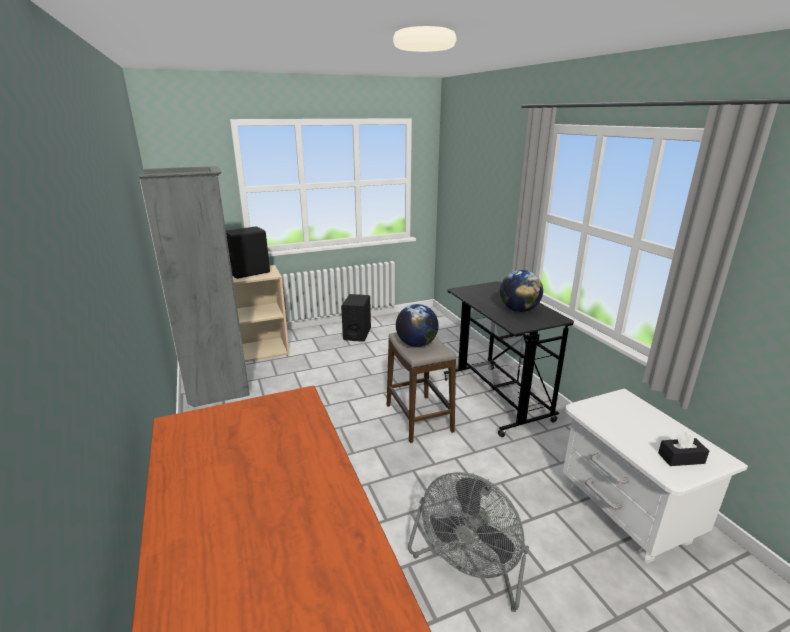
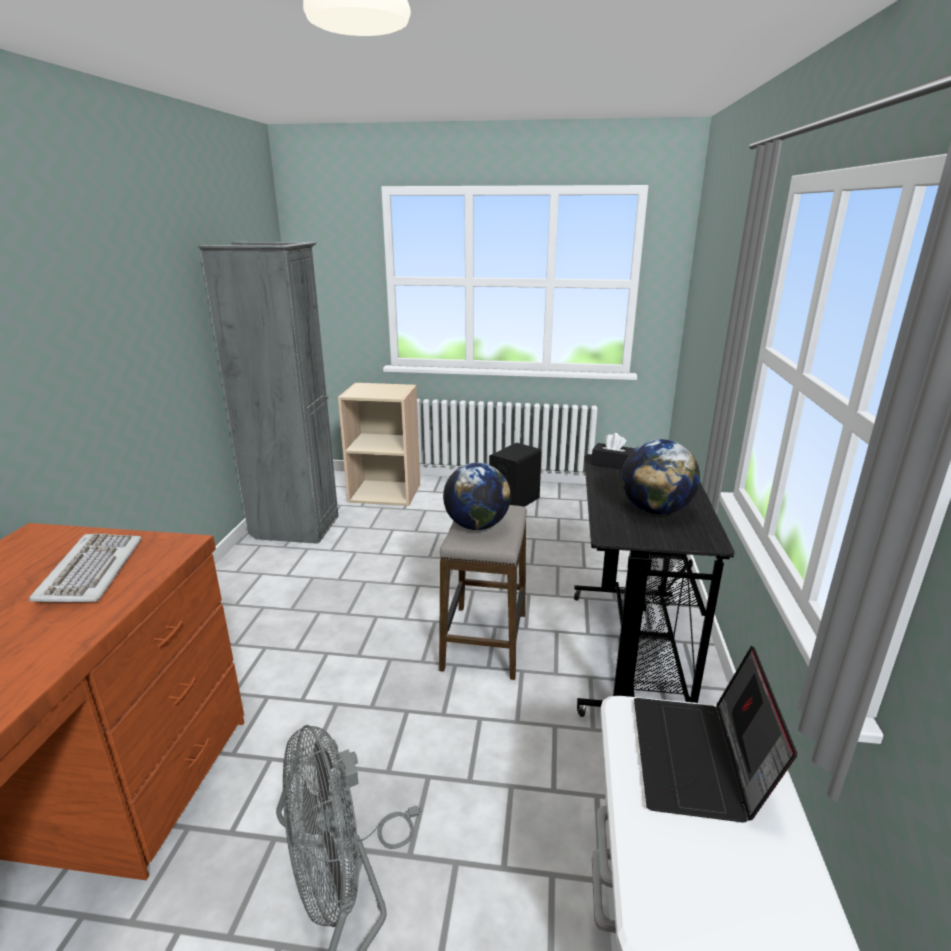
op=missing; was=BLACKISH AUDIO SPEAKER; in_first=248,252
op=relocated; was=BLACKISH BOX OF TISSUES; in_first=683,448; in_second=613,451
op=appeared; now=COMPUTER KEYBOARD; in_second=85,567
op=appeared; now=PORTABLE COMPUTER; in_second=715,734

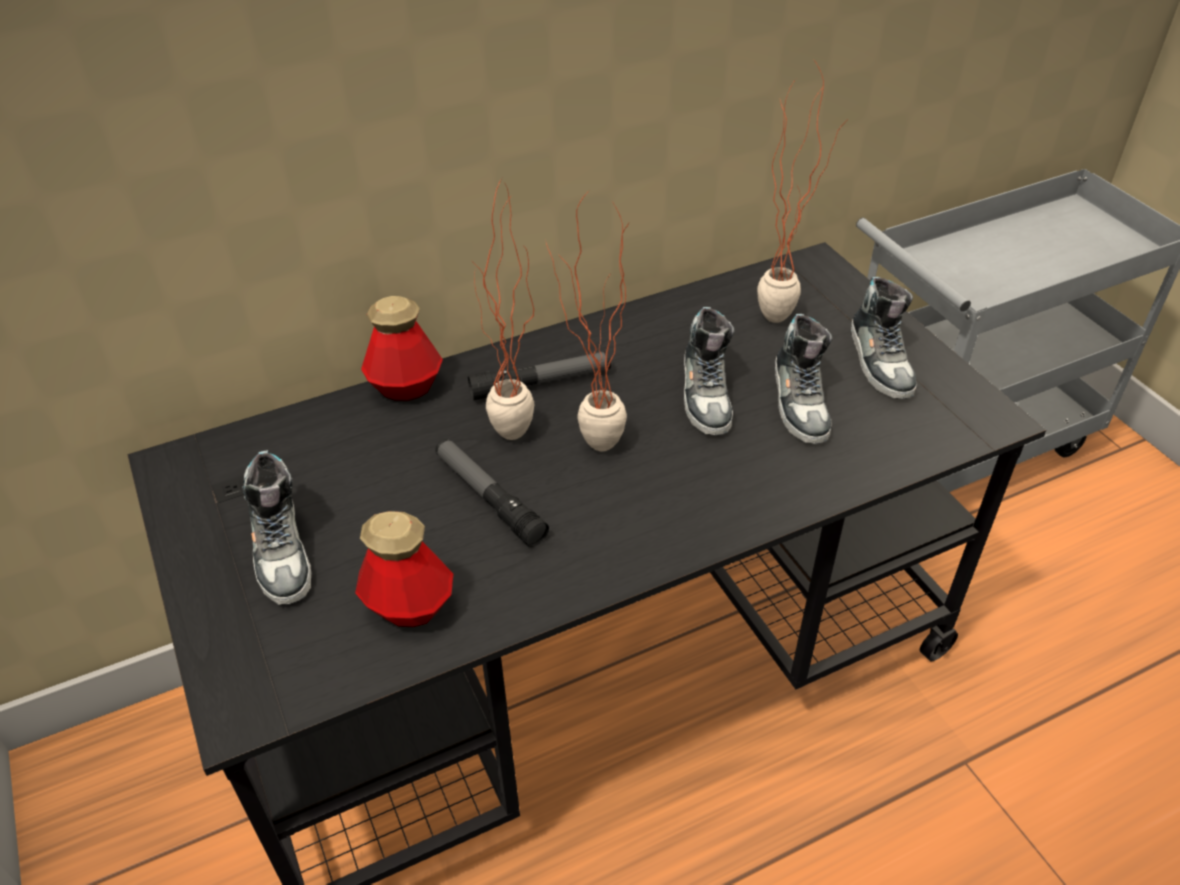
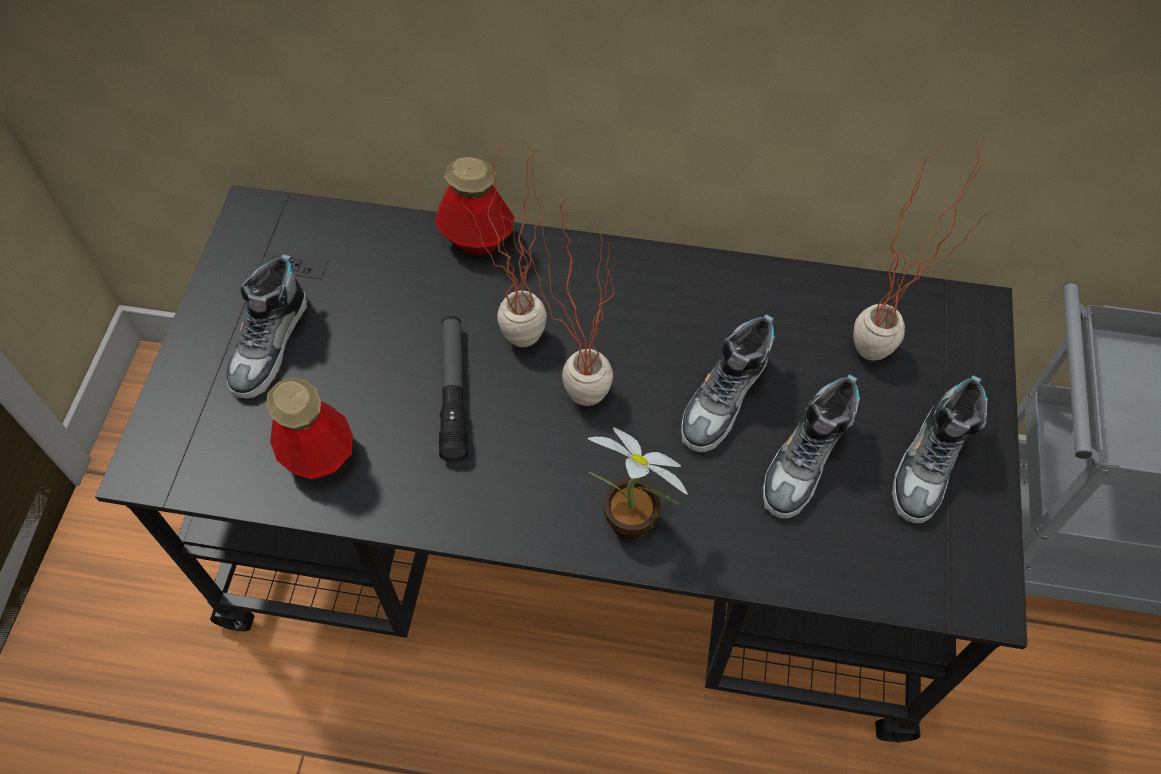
op=missing; was=TORCH; in_first=539,376
op=appeared; now=HOUSEPLANT; in_second=637,483

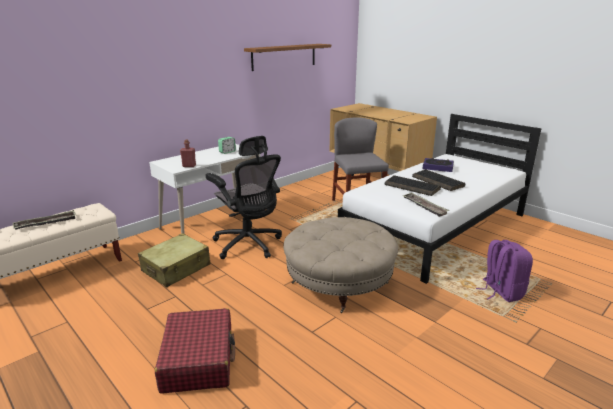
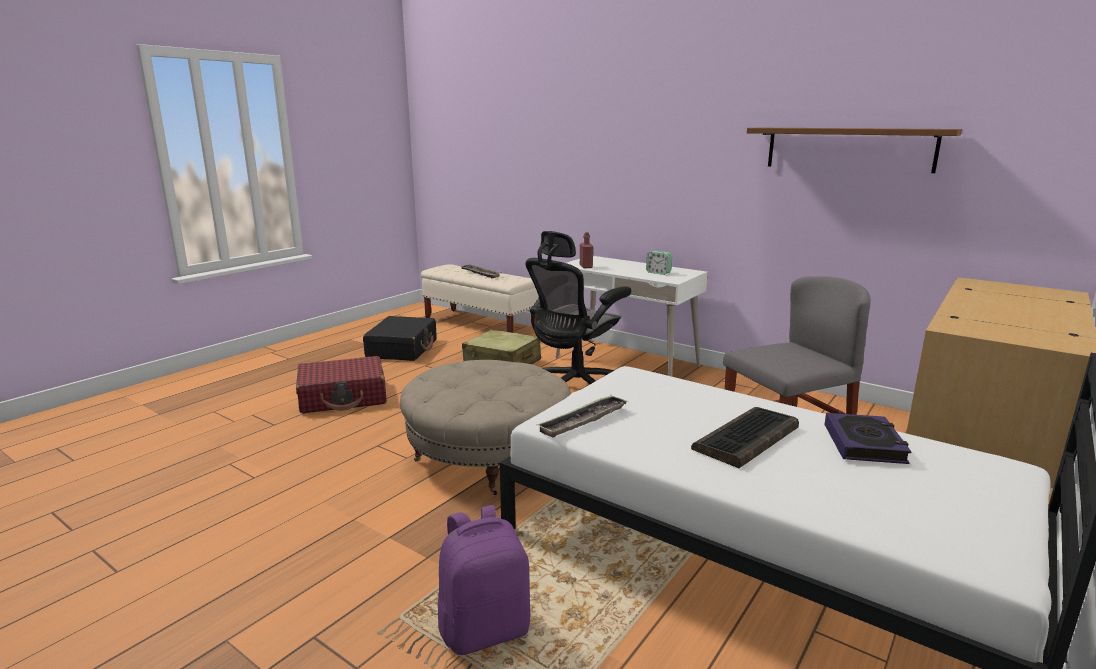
op=missing; was=COMPUTER KEYBOARD; in_first=412,185
op=appeared; now=BLACKISH SUITCASE; in_second=399,338

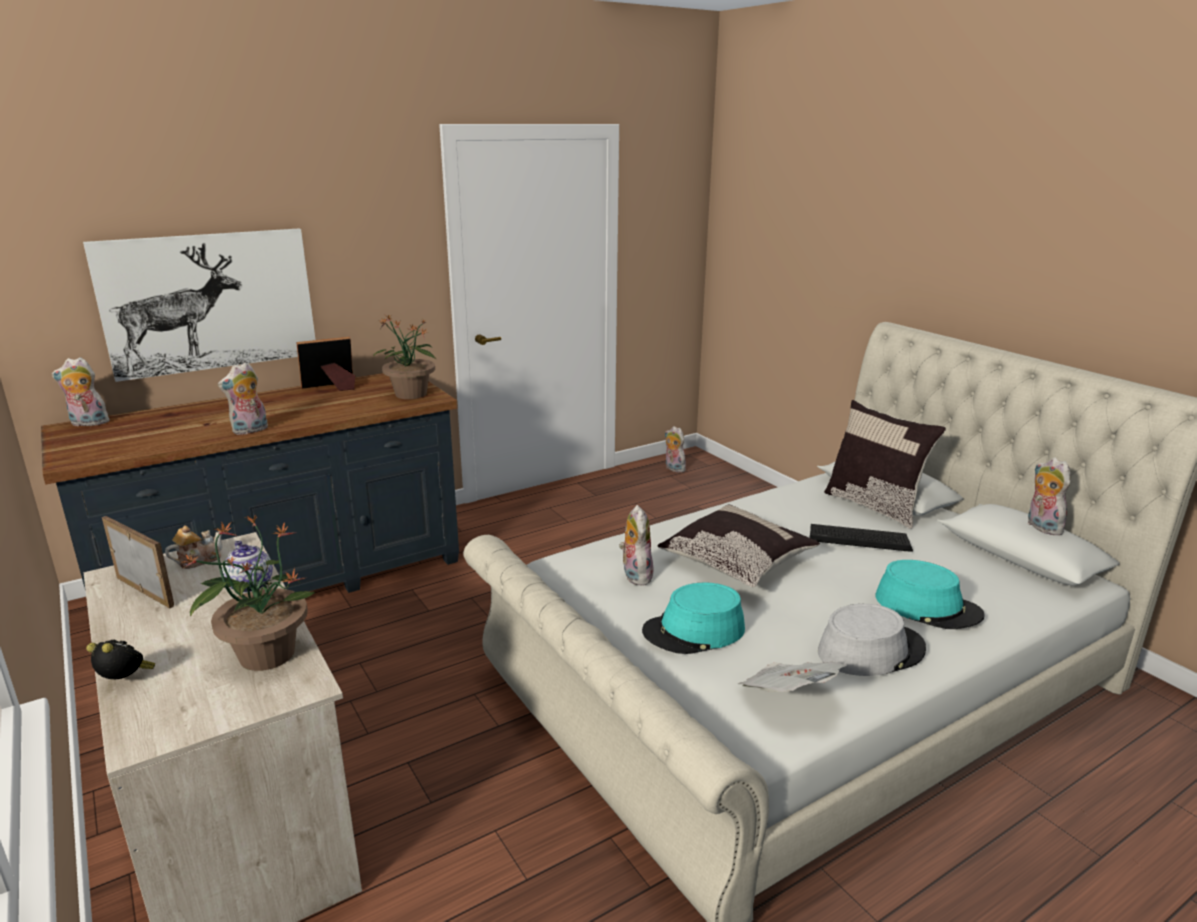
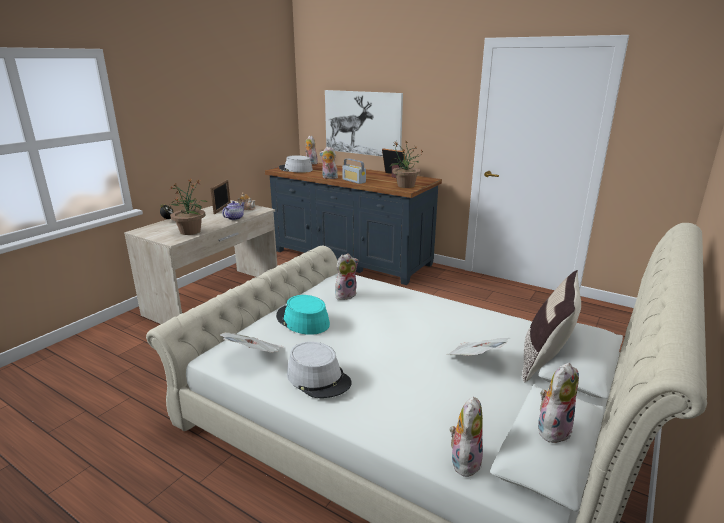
op=missing; was=CUSHION; in_first=739,546
op=relocated; was=SOFT TOY; in_first=675,449; in_second=466,437
op=exchanged; was=COMPUTER KEYBOARD; now=NEWSPAPER; in_first=861,538; in_second=478,346
op=missing; was=BLUE-GREEN CLOTHING HAT; in_first=929,594
op=appeared; now=GREY CLOTHING HAT; in_second=296,164
op=appeared; now=RADIO; in_second=354,171

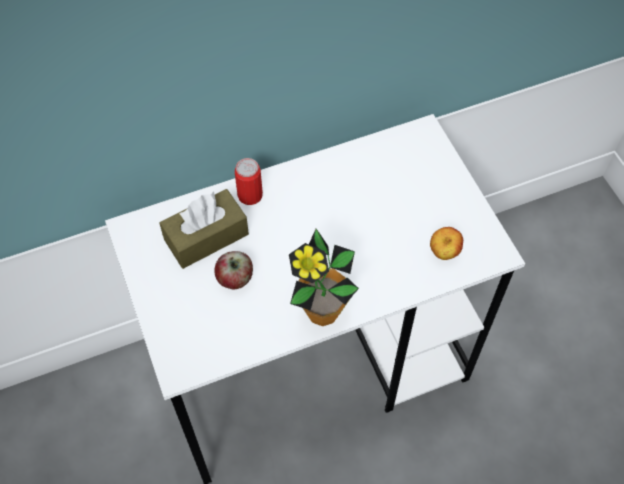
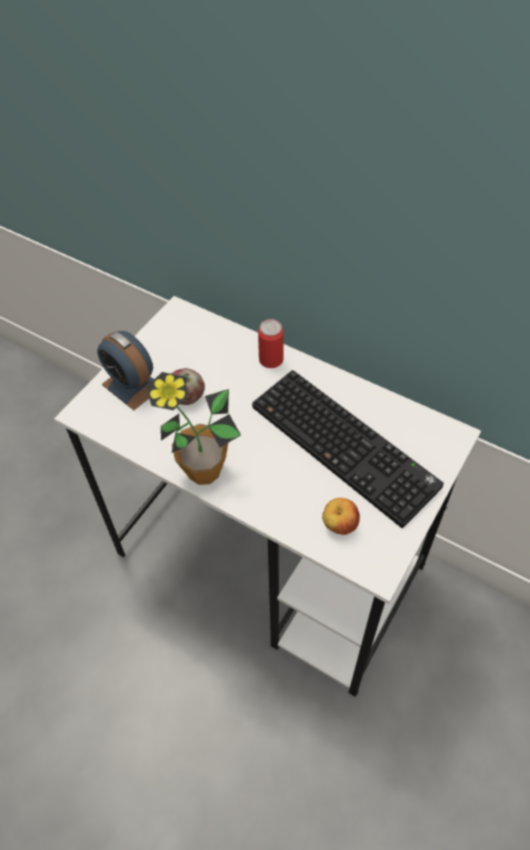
op=missing; was=BROWNISH BOX OF TISSUES; in_first=204,229
op=appeared; now=BEDSIDE CLOCK; in_second=125,370
op=appeared; now=COMPUTER KEYBOARD; in_second=348,449

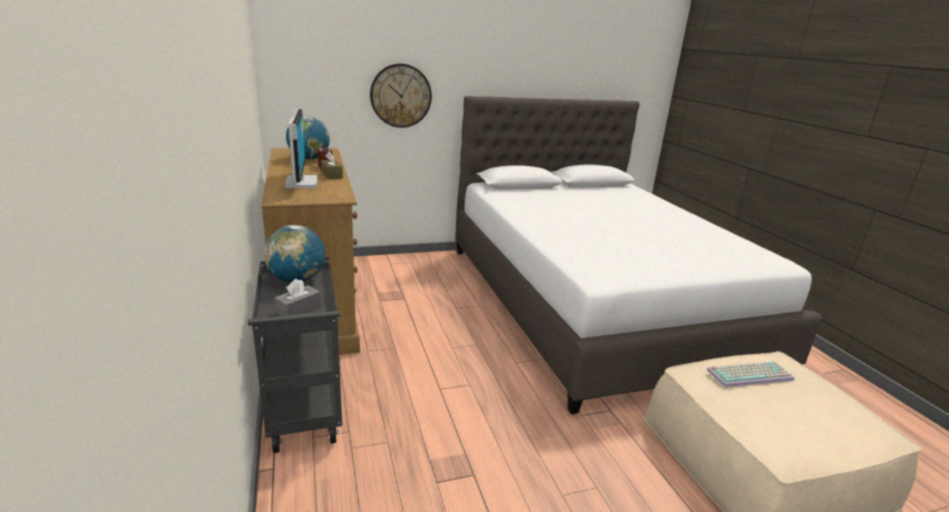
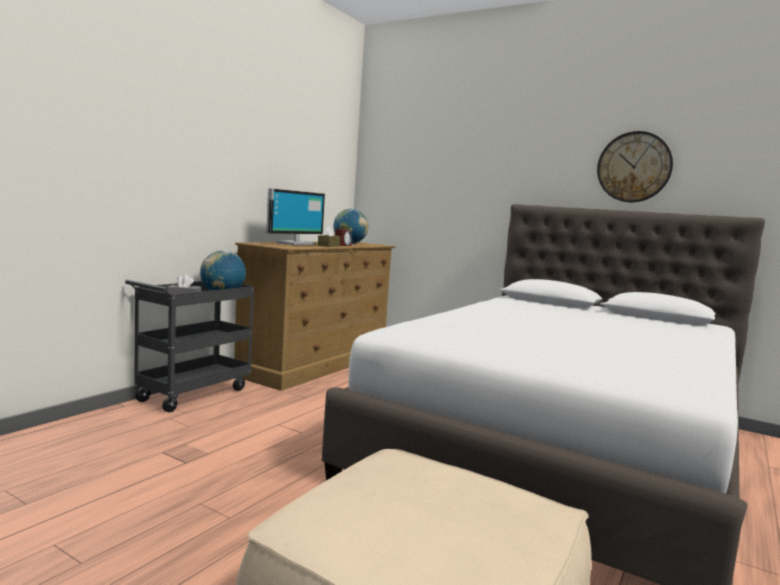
op=relocated; was=WALL CLOCK; in_first=401,96; in_second=635,166
op=missing; was=COMPUTER KEYBOARD; in_first=751,374

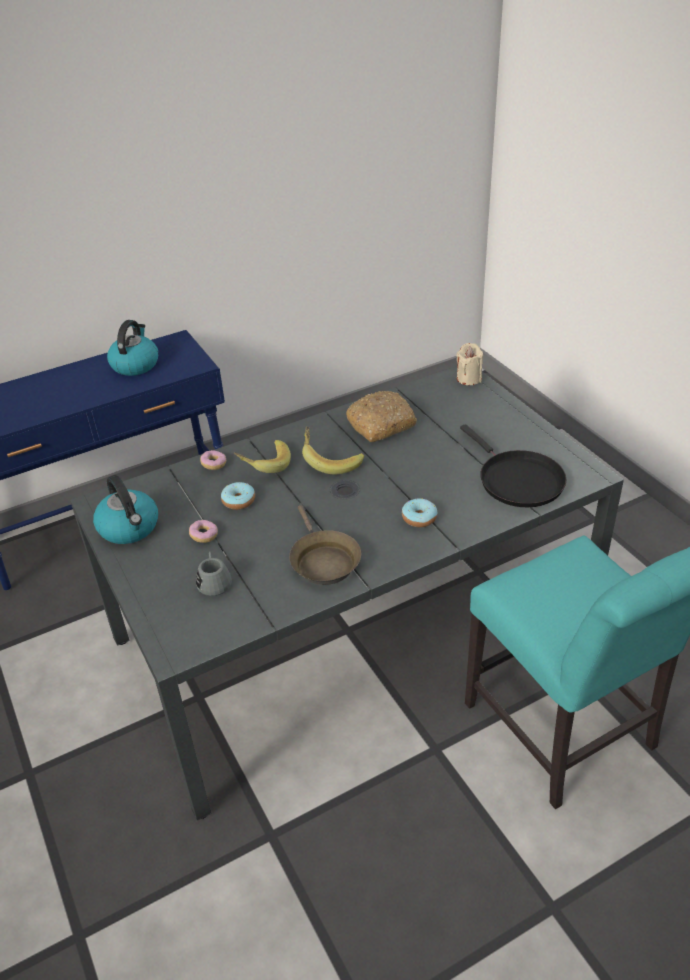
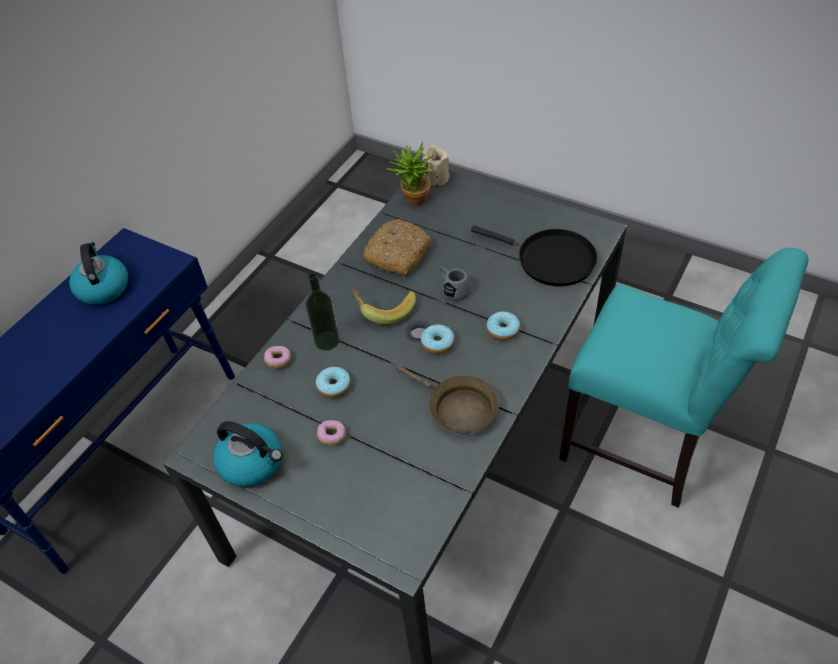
op=relocated; was=GREY MUG; in_first=214,573; in_second=456,284
op=exchanged; was=BANANA FRUIT; now=BOTTLE; in_first=262,456; in_second=323,311
op=appeared; now=HOUSEPLANT; in_second=411,173
op=appeared; now=DONUT; in_second=438,339

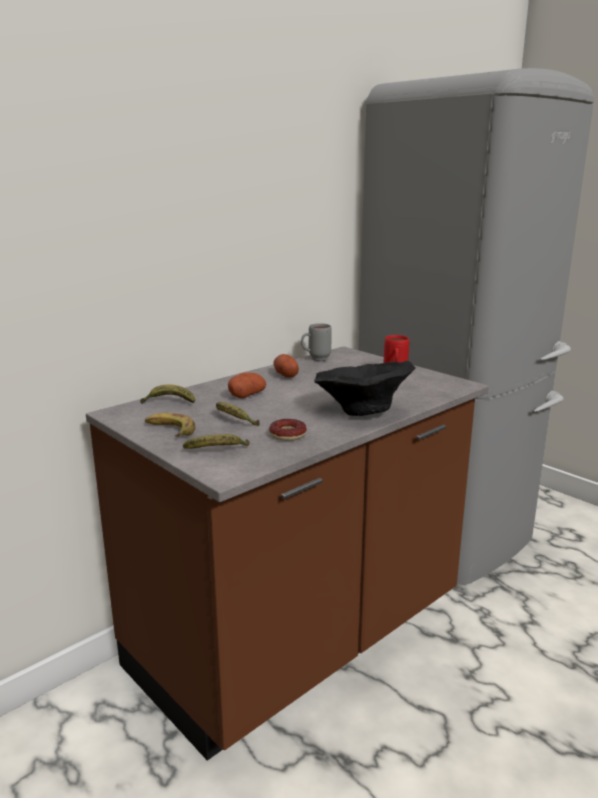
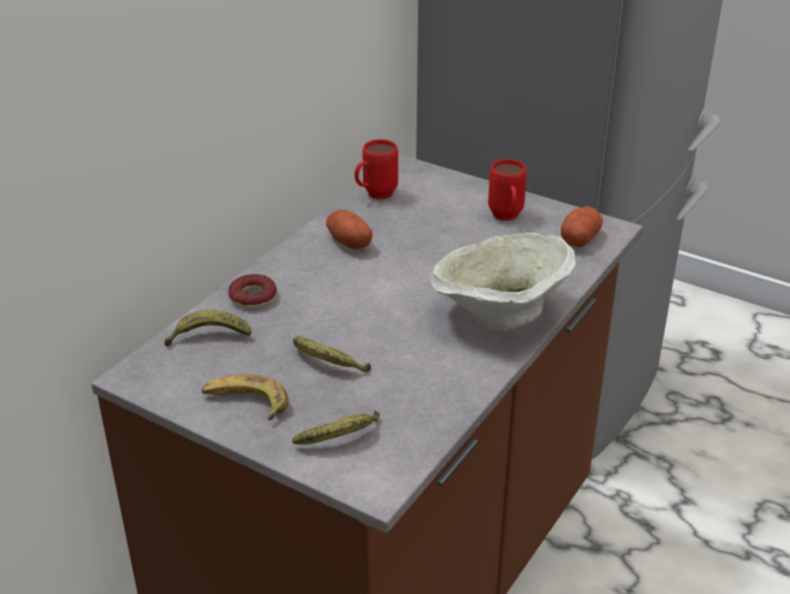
op=relocated; was=WHOLE POTATO; in_first=247,385; in_second=582,226
op=relocated; was=DONUT; in_first=287,430; in_second=252,291
op=colour; was=GREY MUG; now=RED MUG; in_first=316,342; in_second=376,169
op=colour; was=BLACKISH BOWL; now=SAND-COLOURED BOWL; in_first=365,388; in_second=503,282

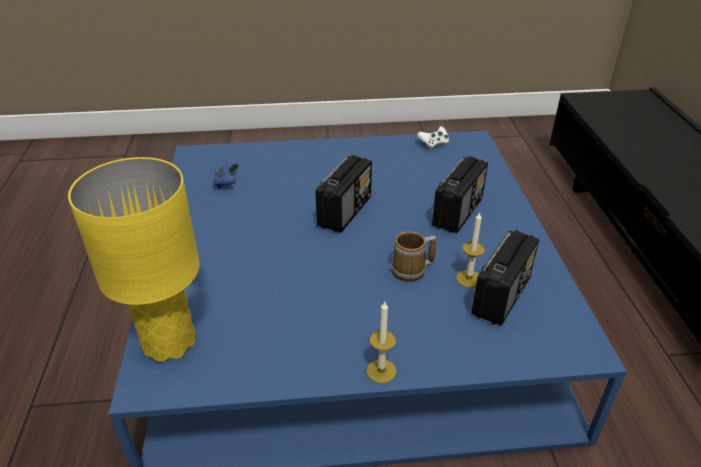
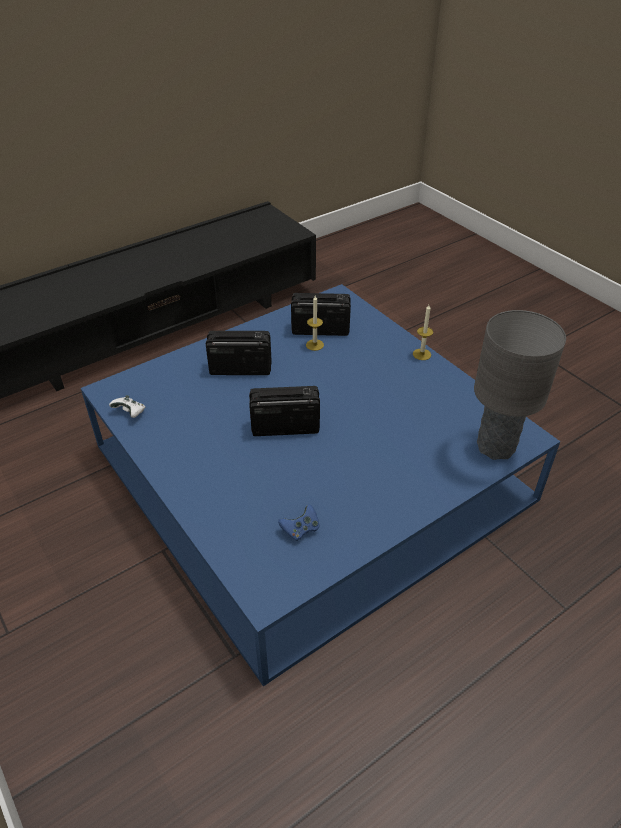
op=colour; was=YELLOWISH TABLE LAMP; now=GREY TABLE LAMP; in_first=134,259; in_second=520,385
op=missing; was=MUG; in_first=413,256

